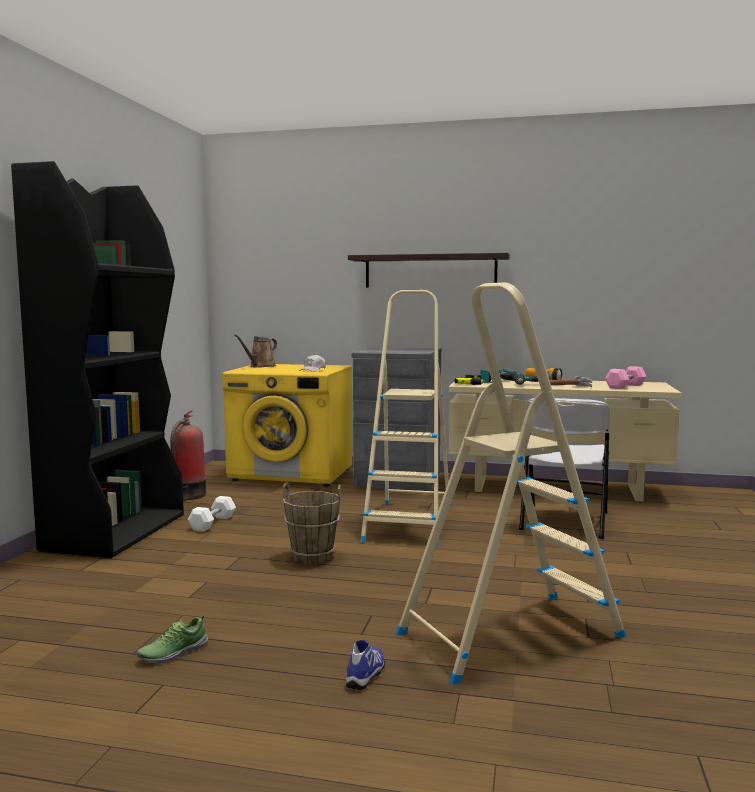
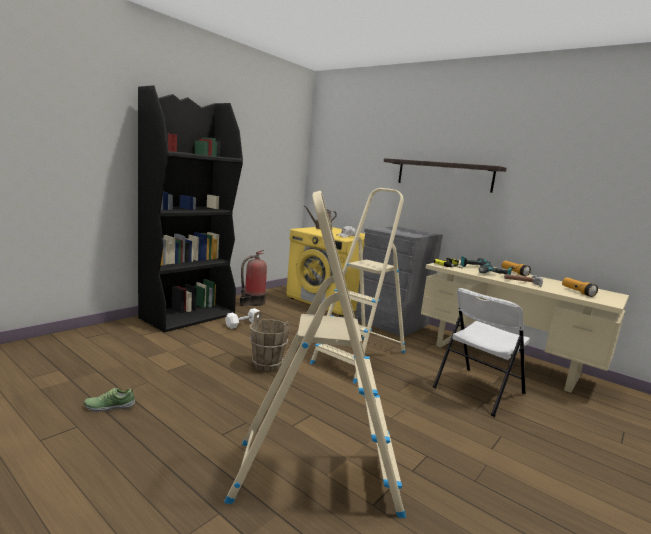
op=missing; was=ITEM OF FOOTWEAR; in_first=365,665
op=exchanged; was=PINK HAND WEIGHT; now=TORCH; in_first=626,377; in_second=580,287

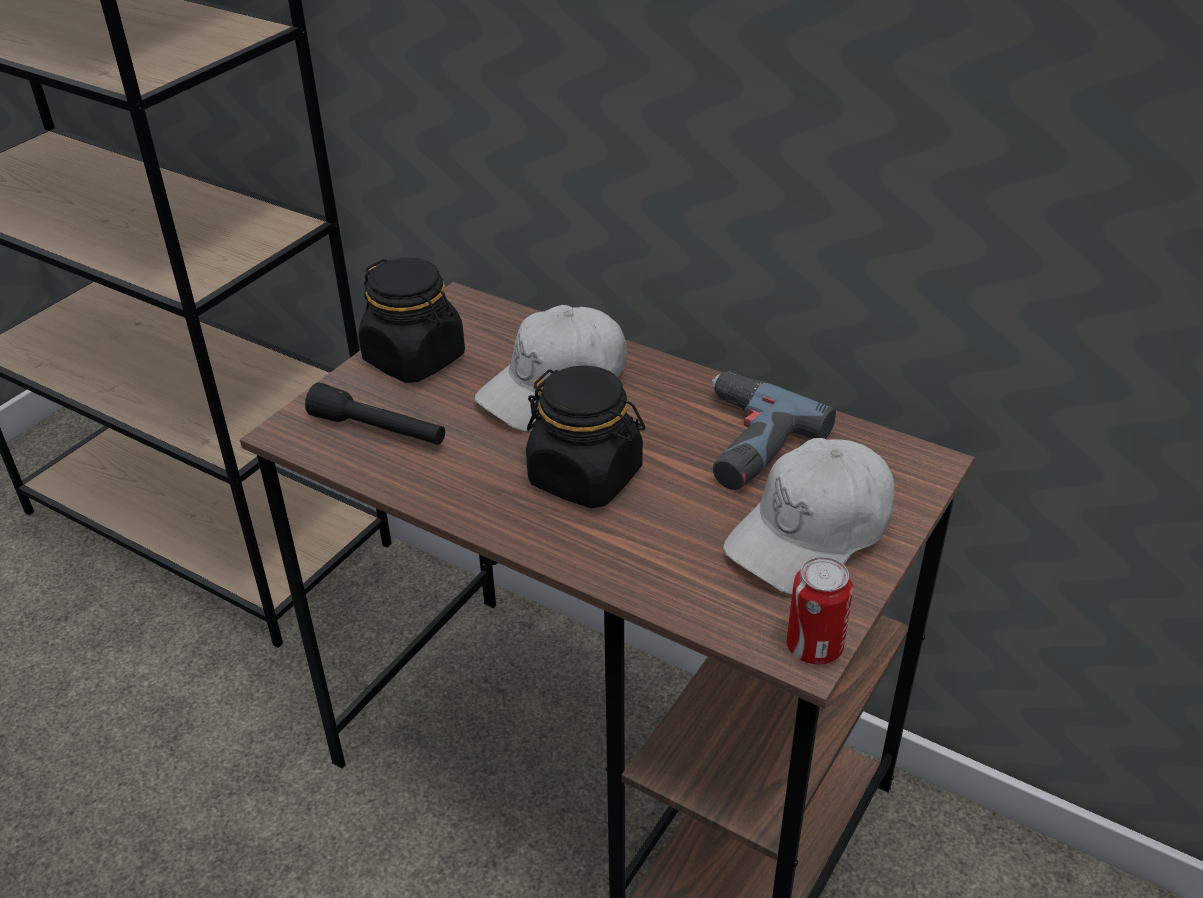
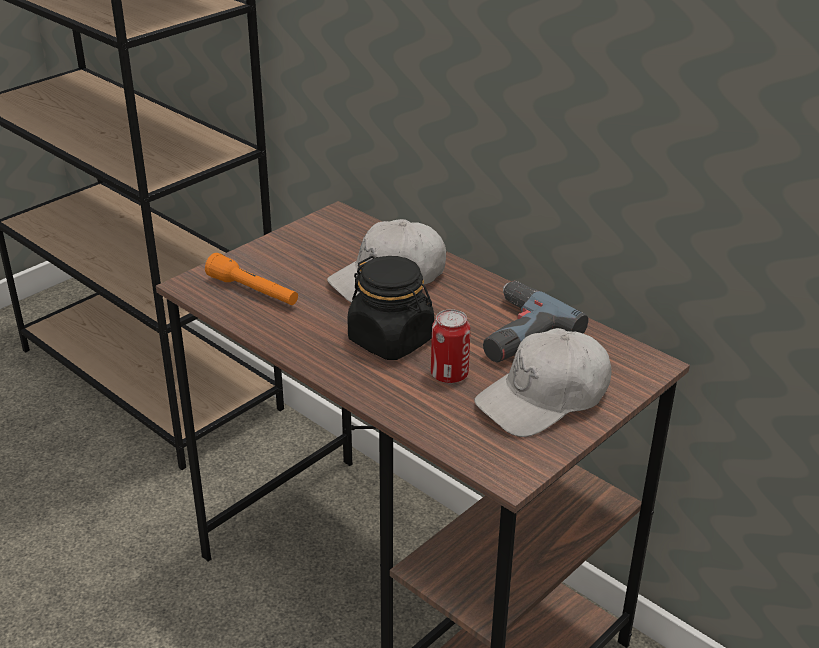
op=colour; was=BLACKISH TORCH; now=ORANGEY TORCH; in_first=375,413; in_second=251,279
op=missing; was=BLACKISH PRESERVE JAR; in_first=412,320
op=relocated; was=CAN; in_first=820,610; in_second=450,346

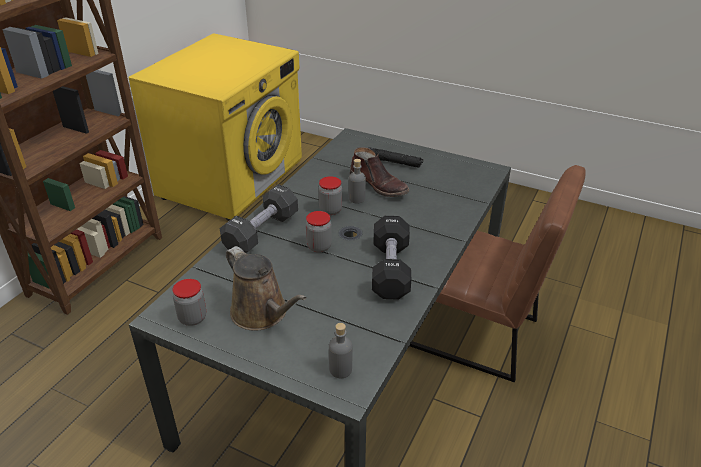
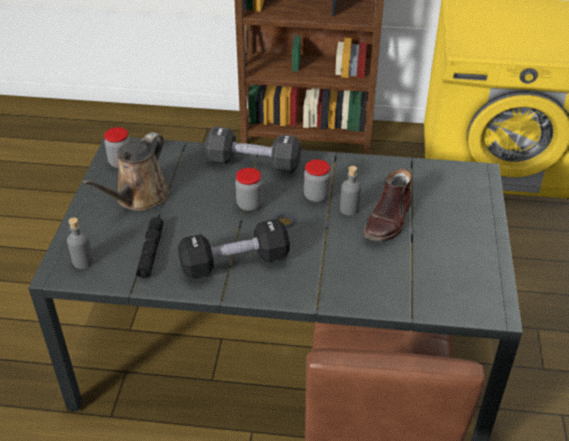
op=relocated; was=BLACKISH TORCH; in_first=395,157; in_second=149,247

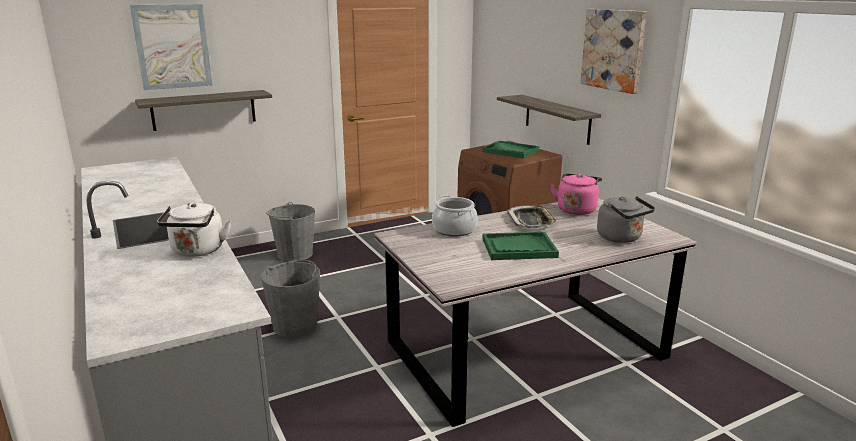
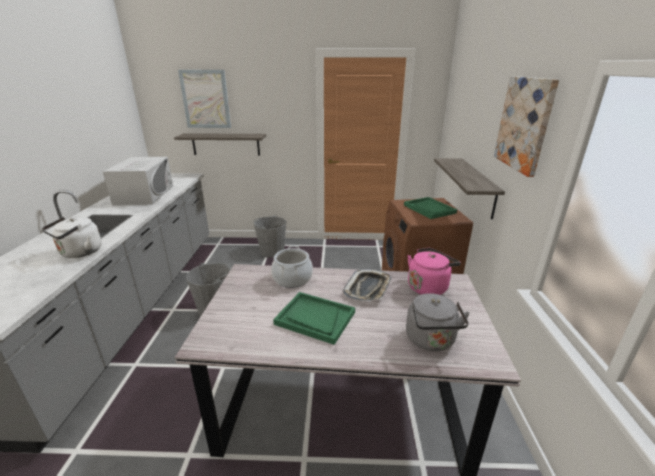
op=appeared; now=WHITE-COLOURED MICROWAVE; in_second=138,181

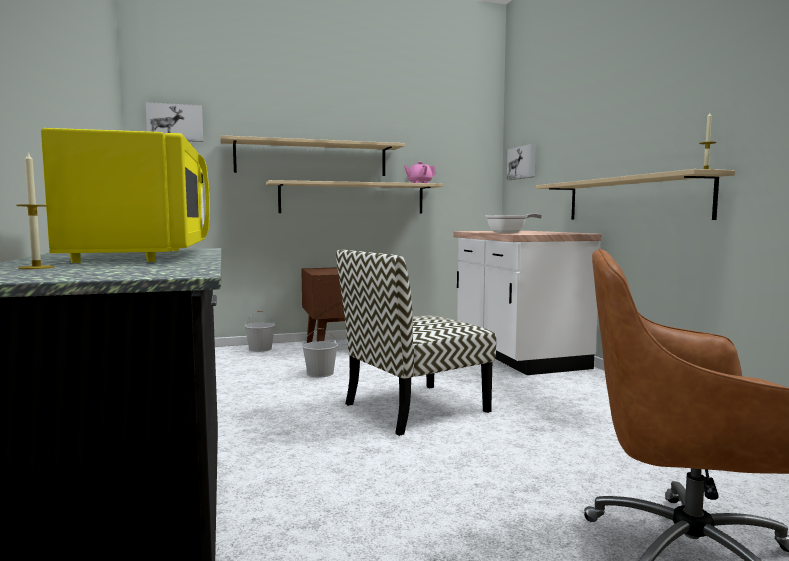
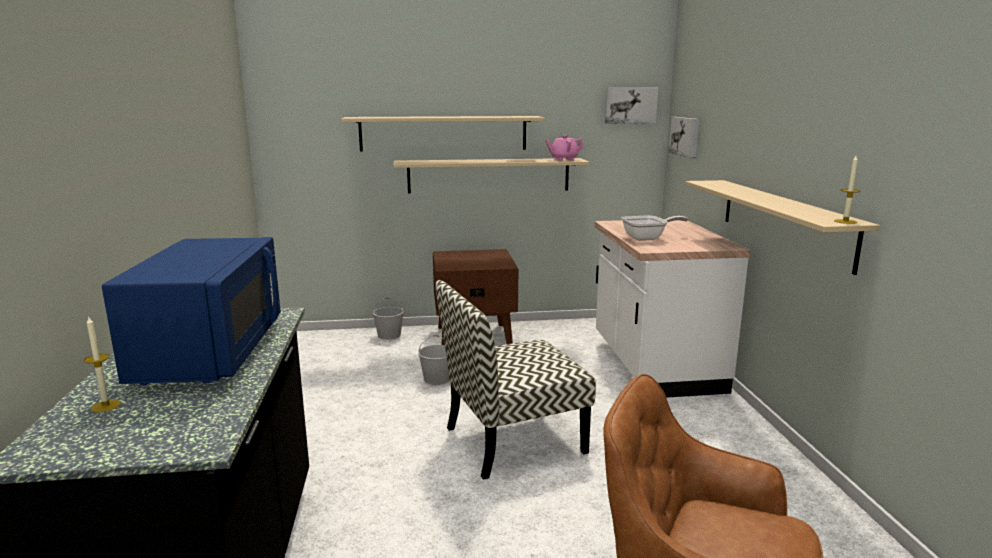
op=colour; was=YELLOWISH MICROWAVE; now=BLUE MICROWAVE; in_first=125,195; in_second=191,311
op=relocated; was=PICTURE; in_first=174,122; in_second=631,105

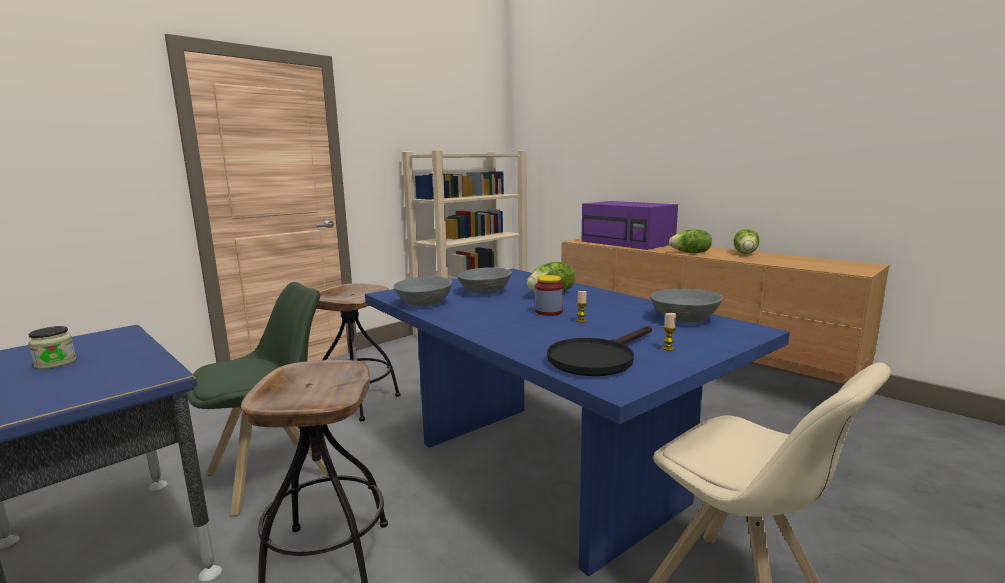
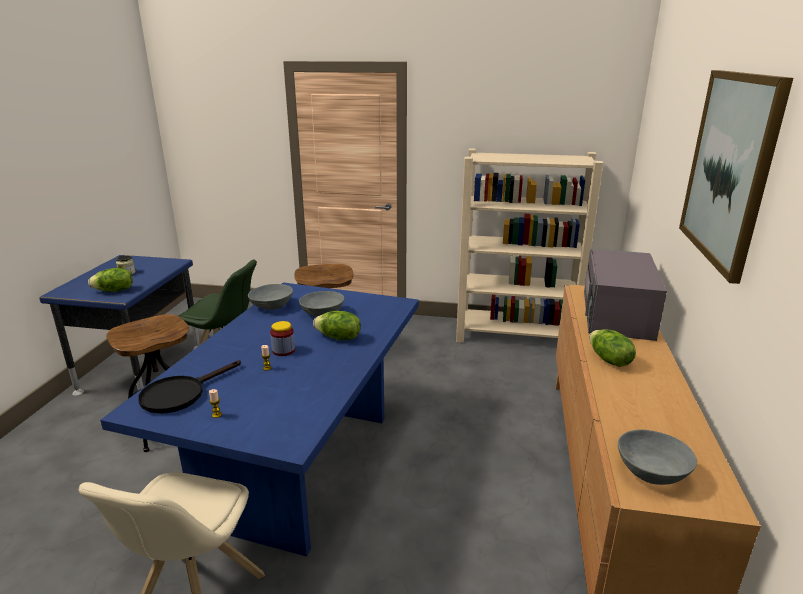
op=spun; was=BLACKISH FRYING PAN; in_first=599,351; in_second=189,387; clockwise=-60
op=colour; was=PURPLE-COLOURED MICROWAVE; now=GREY MICROWAVE; in_first=629,225; in_second=625,295
op=relocated; was=GREY BOWL; in_first=686,306; in_second=657,457
op=relocated; was=LETTUCE HEAD; in_first=746,241; in_second=110,280
op=appeared; now=PICTURE; in_second=736,177

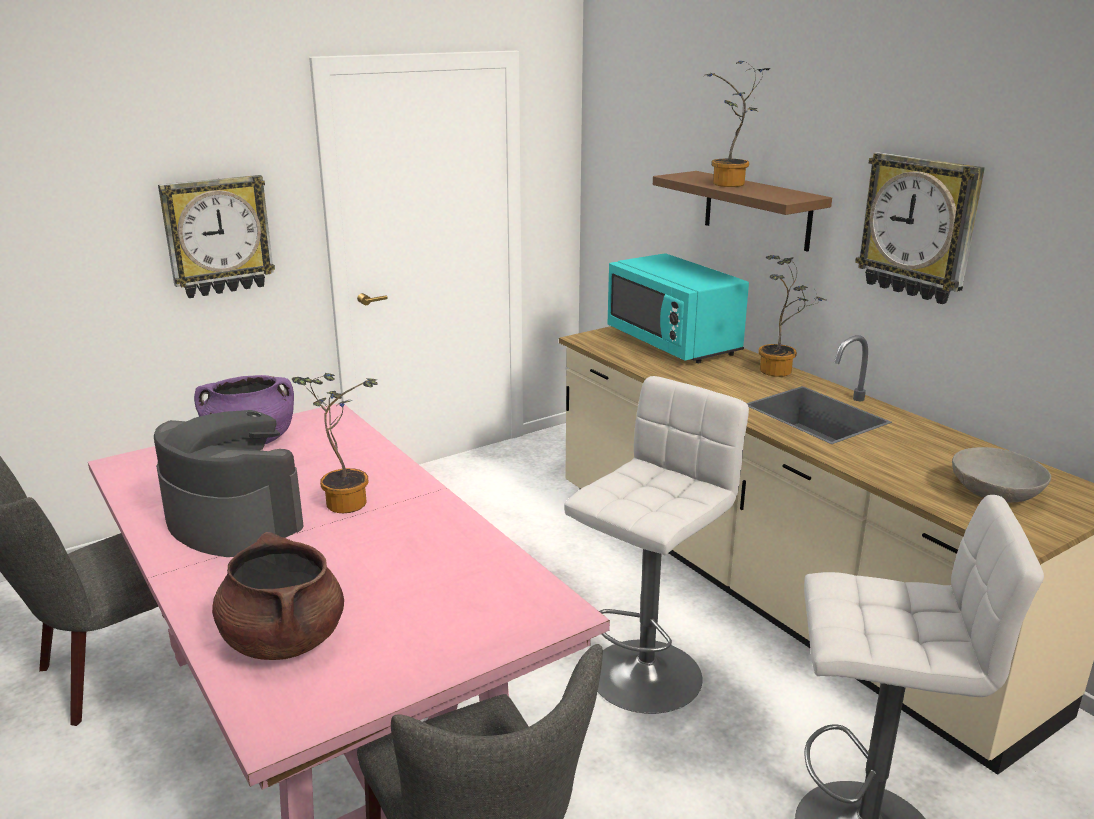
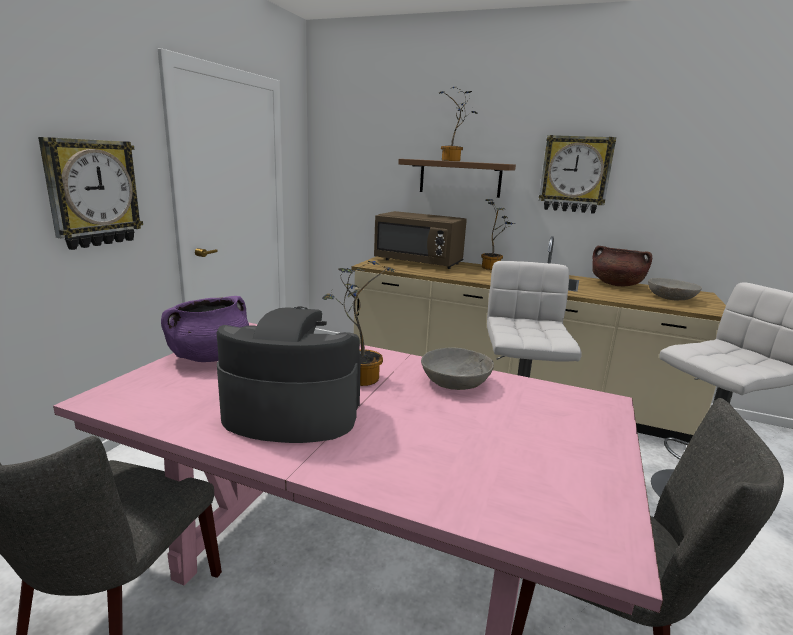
op=relocated; was=BROWNISH STOCKPOT; in_first=278,596; in_second=622,266
op=colour; was=BLUE-GREEN MICROWAVE; now=BROWNISH MICROWAVE; in_first=678,308; in_second=420,240
op=appeared; now=GREY BOWL; in_second=457,368

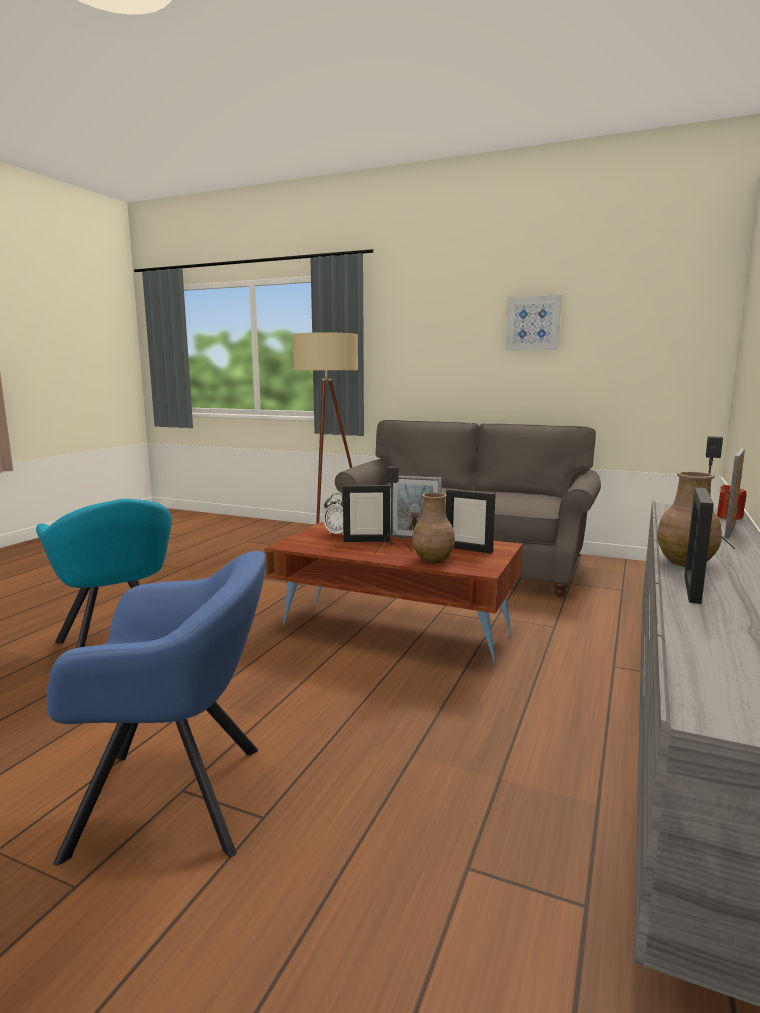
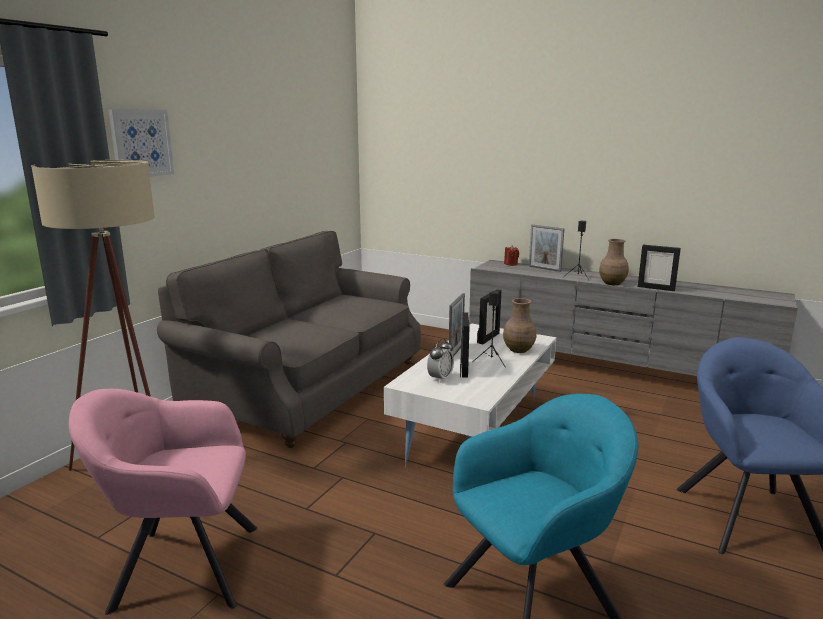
op=colour; was=BROWNISH LOUNGE TABLE; now=WHITE-COLOURED LOUNGE TABLE; in_first=394,594; in_second=470,396
op=relocated; was=PICTURE; in_first=533,323; in_second=141,143
op=appeared; now=PINK EASY CHAIR; in_second=163,502

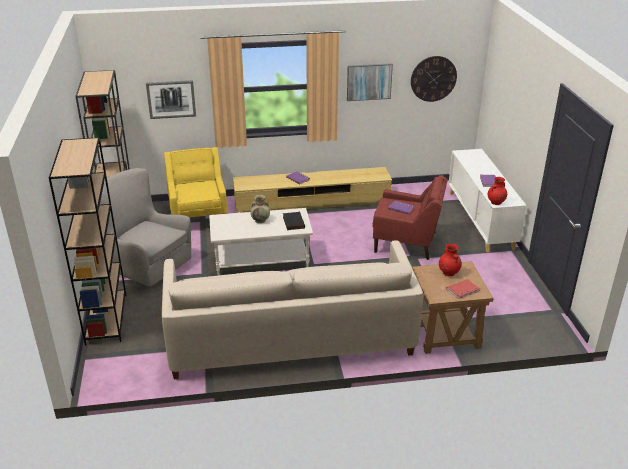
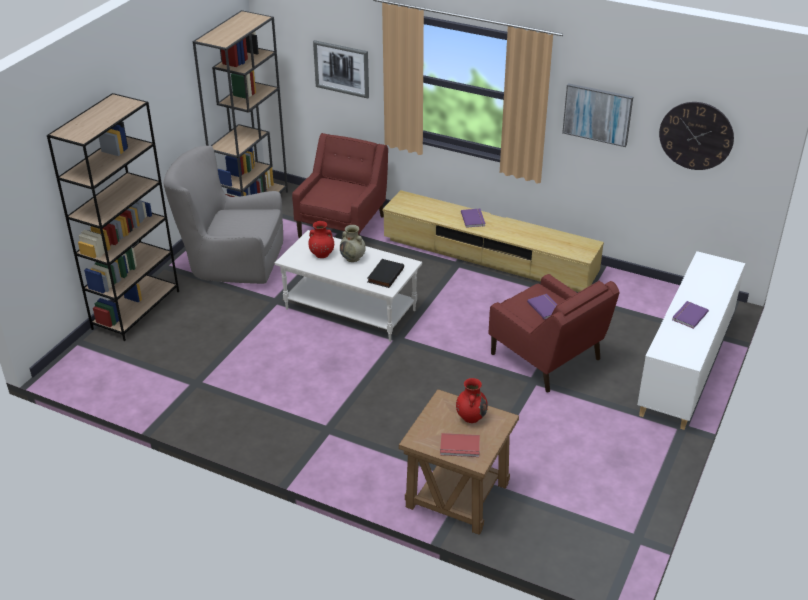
op=spun; was=GREY EASY CHAIR; in_first=145,227; in_second=223,215; clockwise=-60
op=missing; was=SAND-COLOURED COUCH; in_first=292,309
op=colour; was=YELLOWISH EASY CHAIR; now=RED EASY CHAIR; in_first=196,182; in_second=340,185
op=relocated; was=RED DECORATIVE VASE; in_first=497,191; in_second=321,239

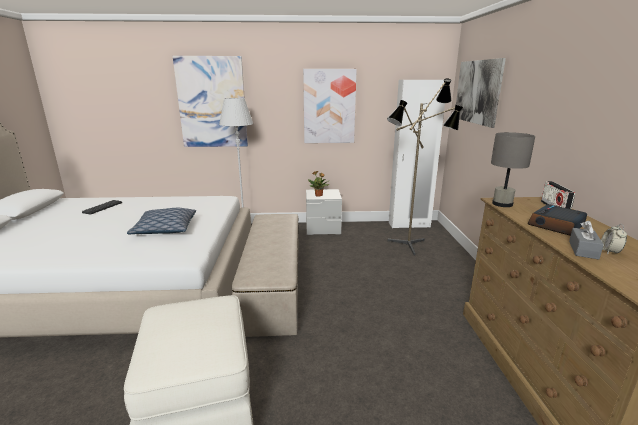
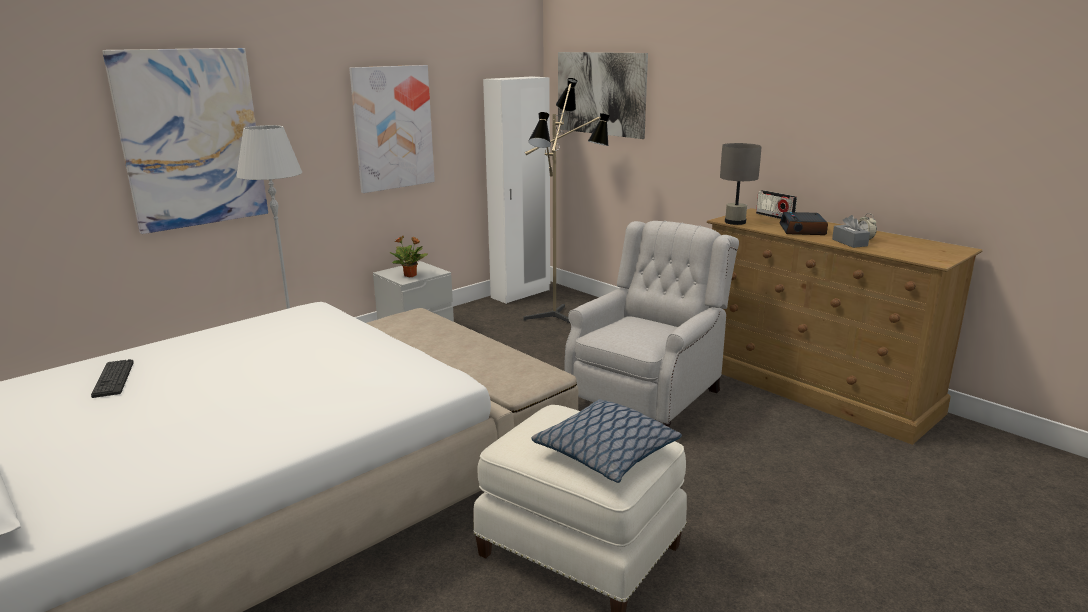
op=relocated; was=CUSHION; in_first=161,221; in_second=606,441
op=appeared; now=WHITE-COLOURED EASY CHAIR; in_second=652,324

